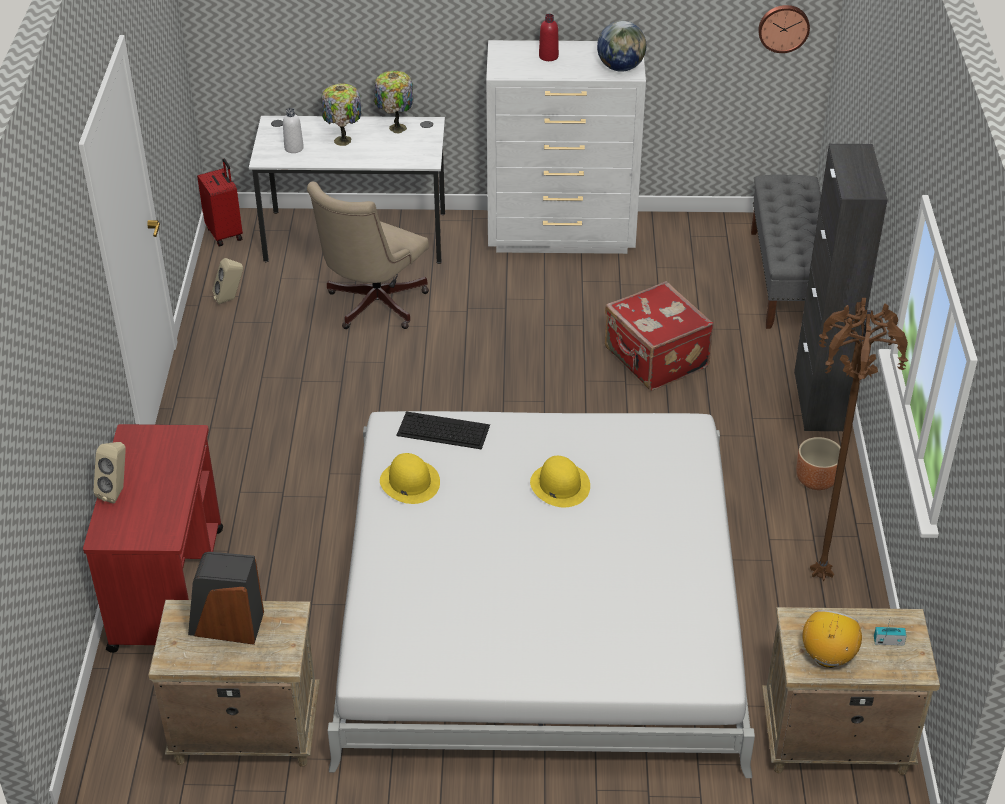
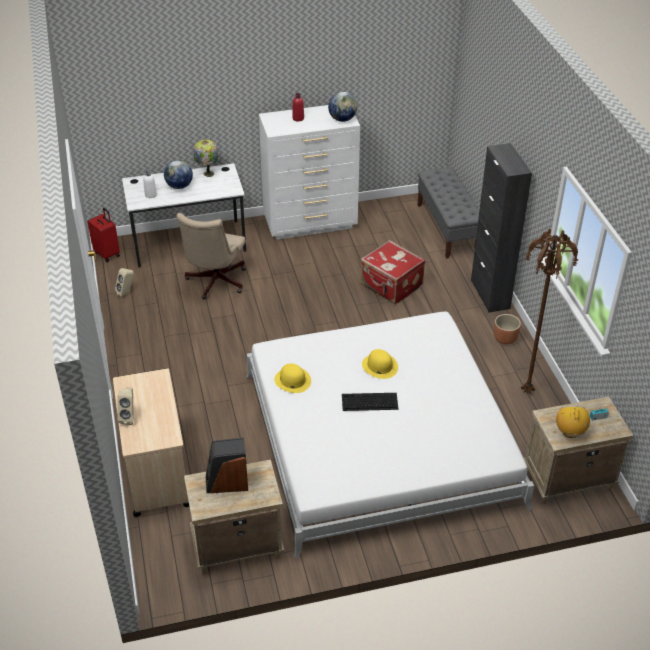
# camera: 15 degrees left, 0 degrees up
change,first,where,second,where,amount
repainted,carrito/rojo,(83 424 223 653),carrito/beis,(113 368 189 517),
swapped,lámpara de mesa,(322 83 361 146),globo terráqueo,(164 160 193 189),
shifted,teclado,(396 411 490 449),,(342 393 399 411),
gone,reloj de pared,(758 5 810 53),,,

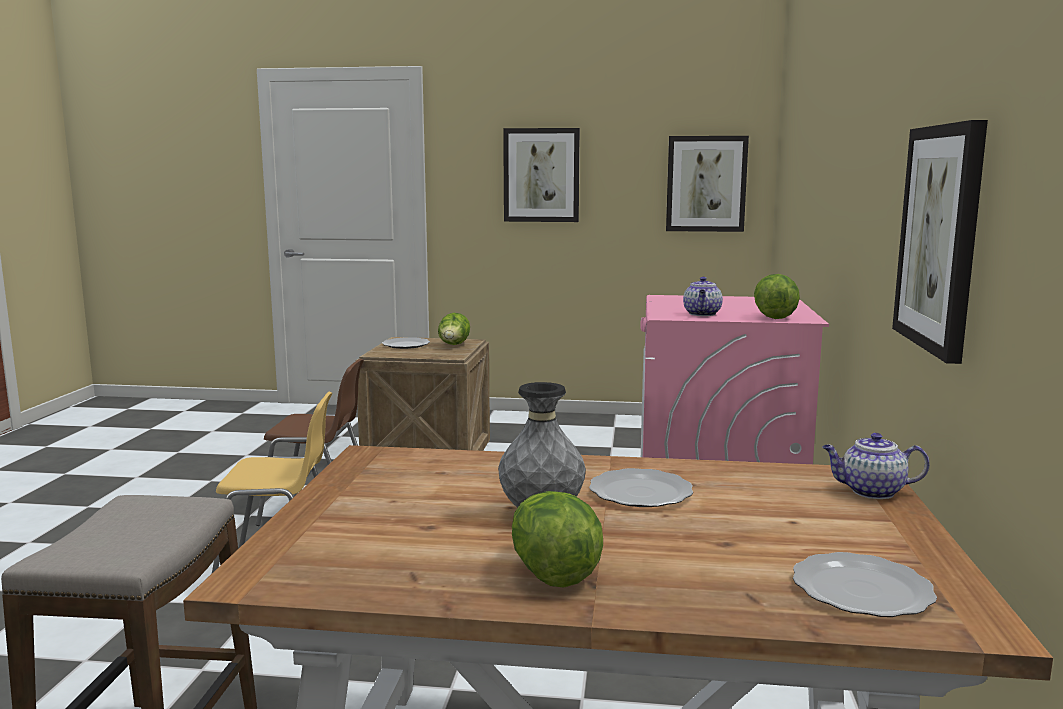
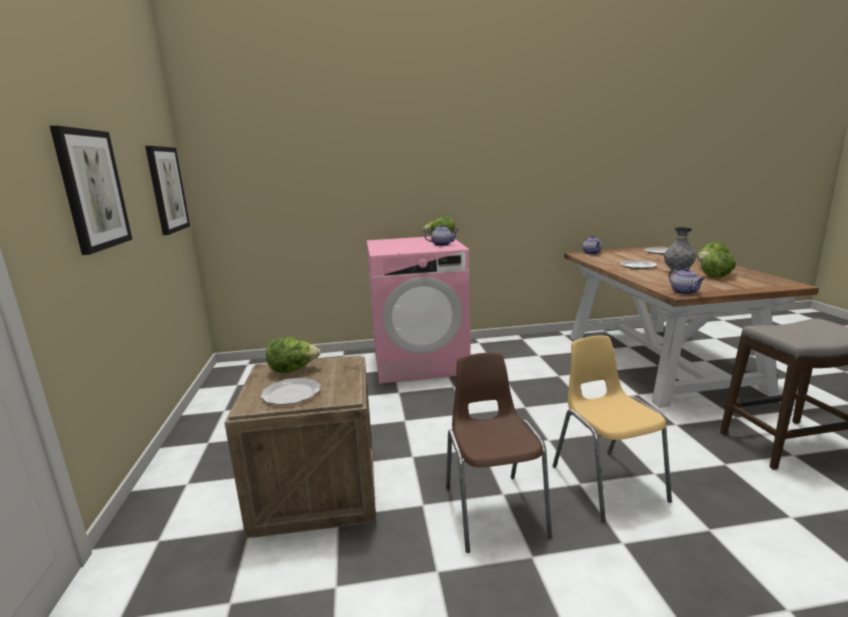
# camera: 105 degrees left, 5 degrees up
change,first,where,second,where,amount
gone,cuadro,(892 120 988 364),,,
new,,,tetera,(668 268 705 294),
new,,,lechuga,(701 251 736 278),

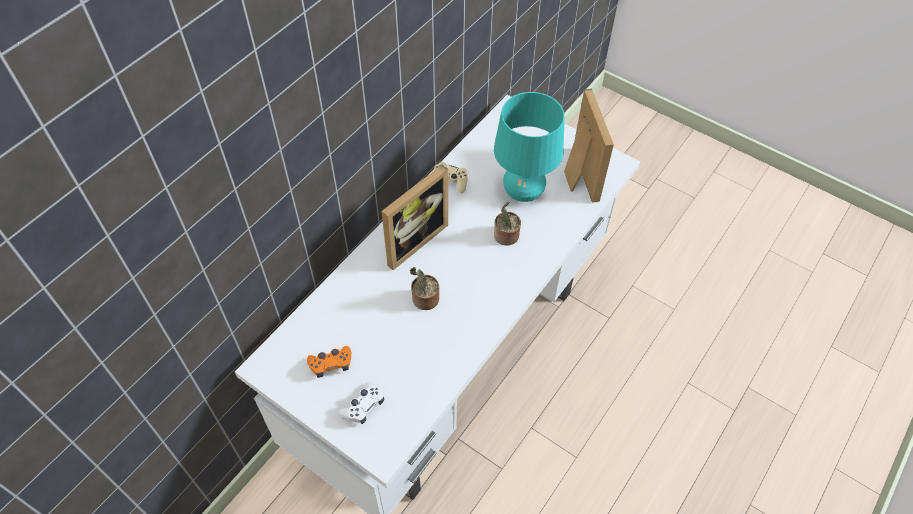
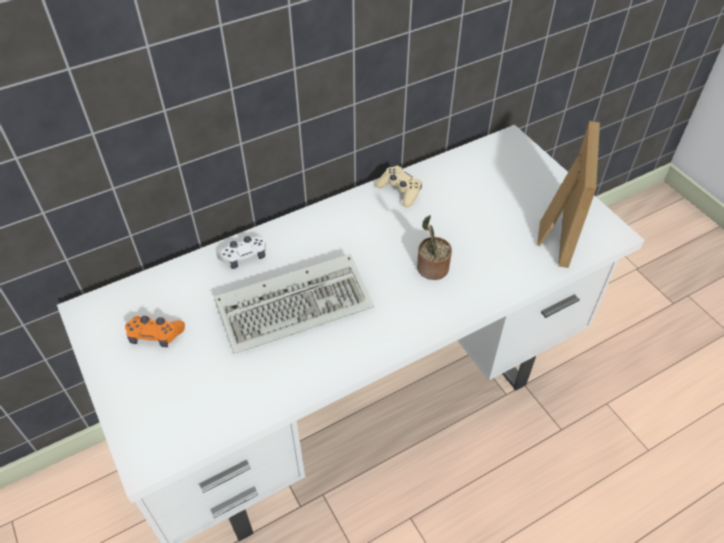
# camera: 25 degrees right, 5 degrees down
change,first,where,second,where,amount
shifted,mando de consola/blanco,(339 382 384 424),,(216 236 266 269),
gone,portarretratos,(381 165 448 270),,,
swapped,planta en maceta,(410 267 439 310),teclado,(214 254 374 354),
gone,lámpara de mesa/turquesa,(494 92 565 202),,,

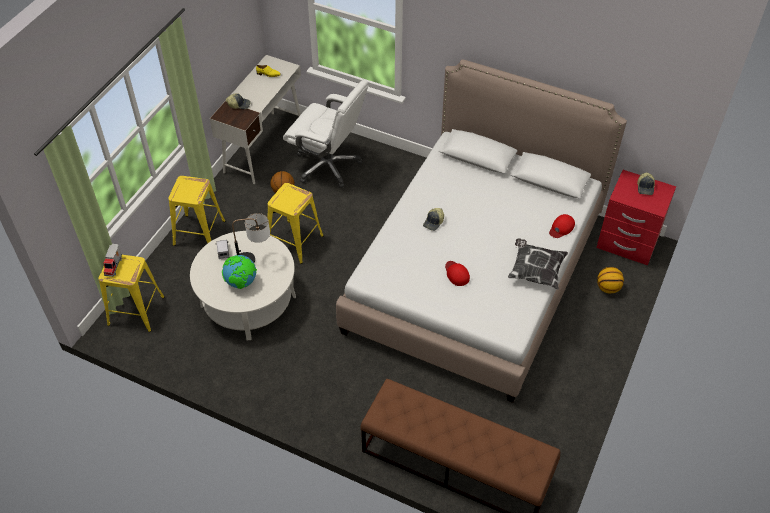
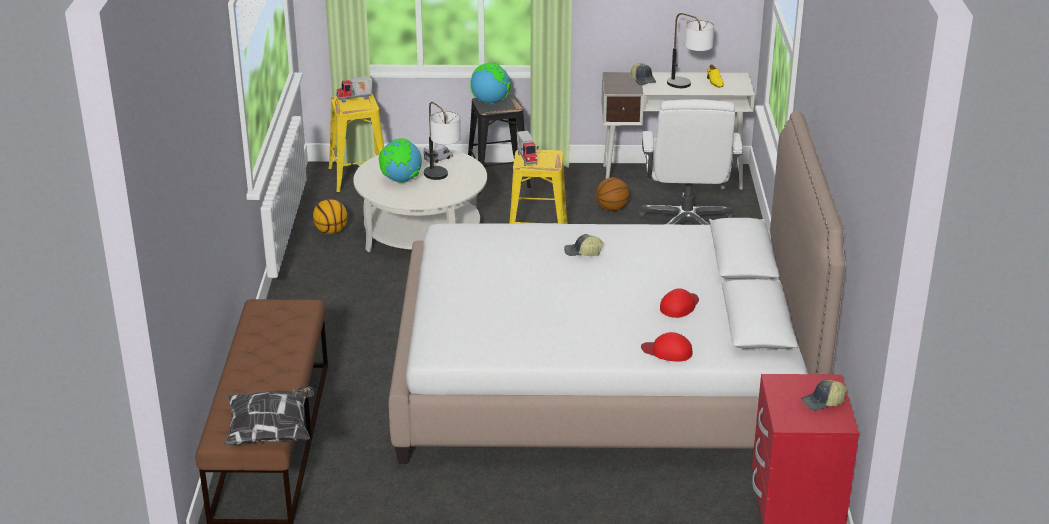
# camera: 65 degrees right, 20 degrees down
change,first,where,second,where,amount
repainted,taburete/amarillo,(168 176 225 246),taburete/negro,(468 94 531 194),
shifted,gorra/rojo,(445 261 470 286),,(660 288 699 318),
shifted,cojín,(508 238 568 290),,(224 387 314 445),
shifted,balón de baloncesto,(597 267 624 293),,(313 199 348 234),
new,,,globo terráqueo,(470 63 511 104),
new,,,camión de juguete,(517 131 539 166),
new,,,lámpara de mesa,(667 13 714 88),

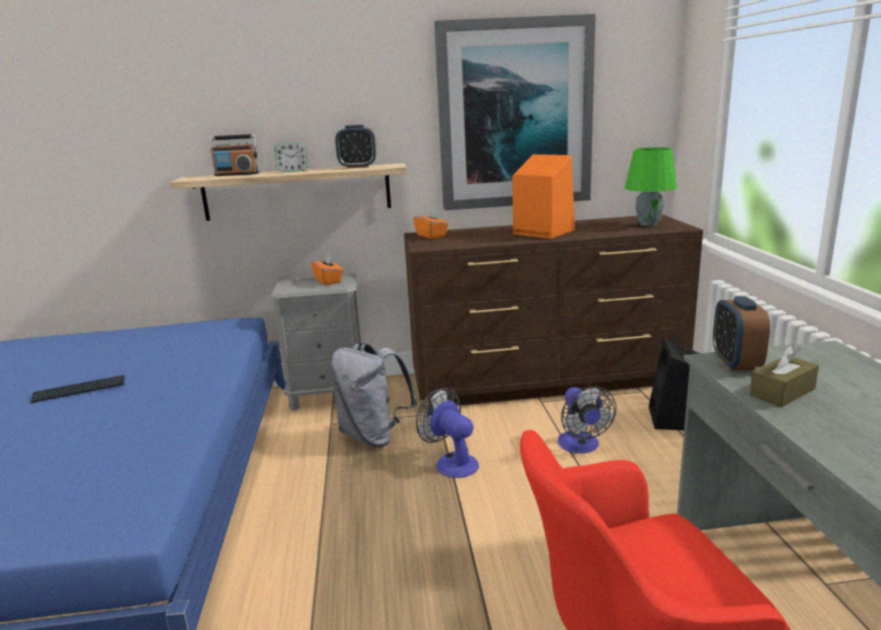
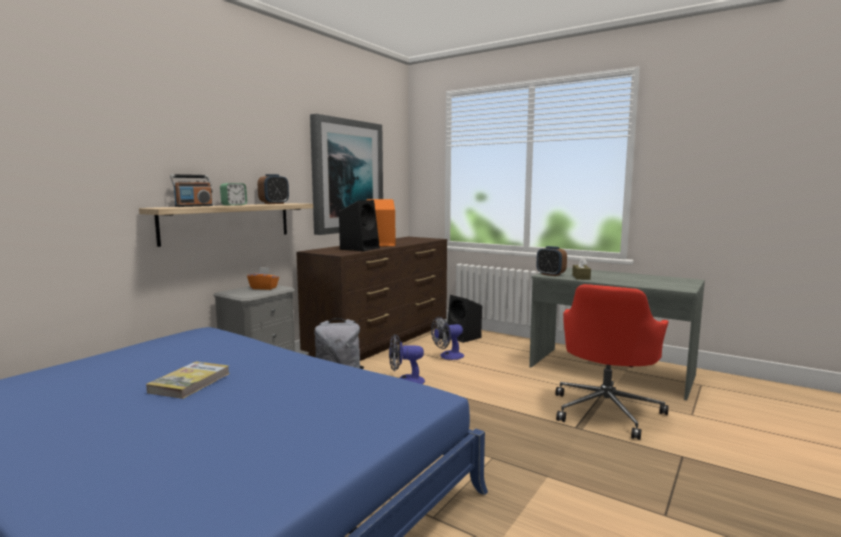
# camera: 50 degrees left, 10 degrees down
change,first,where,second,where,amount
swapped,teclado,(30 375 125 403),libro,(146 361 230 399),
gone,caja de pañuelos/naranja,(413 207 449 239),,,
rotated,ventilador,(558 386 616 453),,(431 317 464 360),120 degrees clockwise
gone,lámpara de mesa/verde,(625 147 677 226),,,
new,,,altavoz/negro,(339 200 380 251),

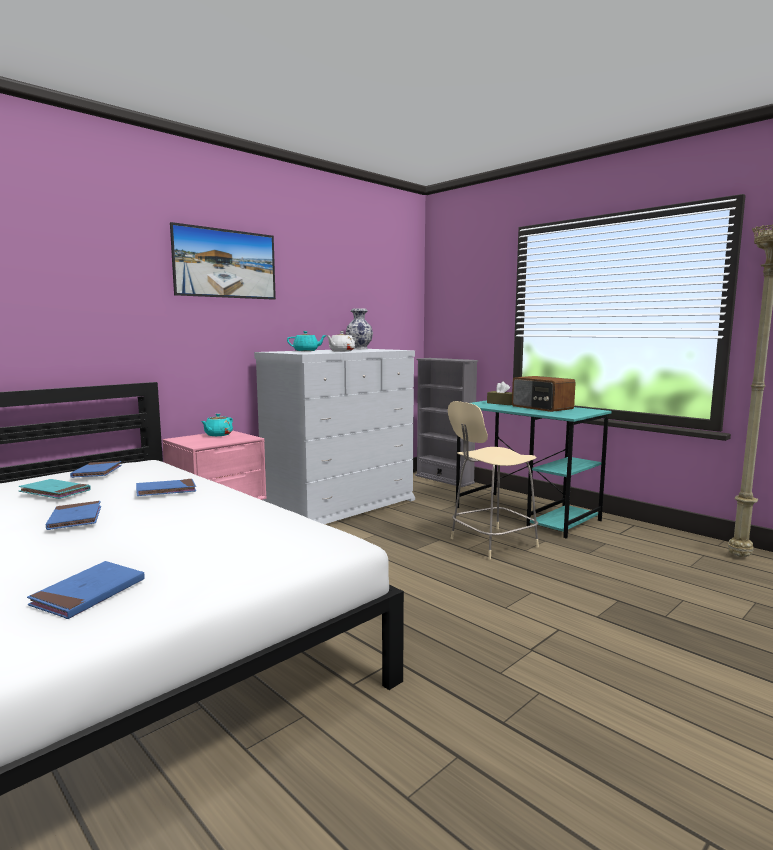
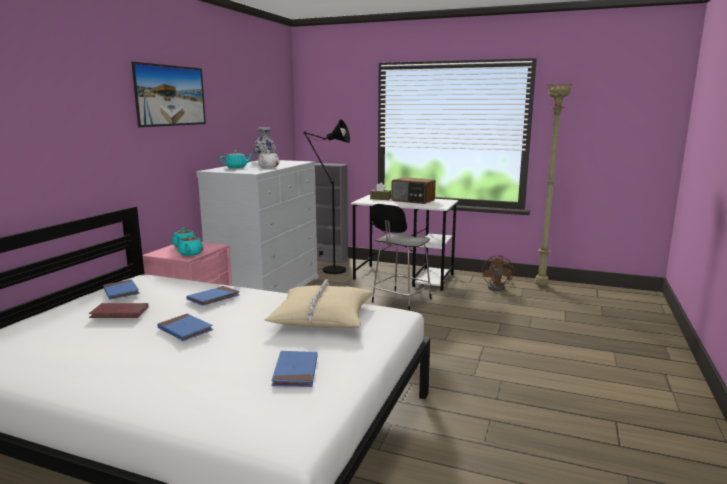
# camera: 25 degrees left, 5 degrees up
change,first,where,second,where,amount
repainted,libro/turquesa,(18 479 90 499),libro/rojo,(89 303 149 318),
repainted,silla/beis,(448 401 539 559),silla/negro,(370 204 432 311),
repainted,escritorio/turquesa,(456 400 612 539),escritorio/blanco,(351 195 458 290),
new,,,tetera/turquesa,(178 235 203 256),
new,,,cojín/beis,(265 279 372 328),
new,,,lámpara de pie/negro,(303 119 350 274),
new,,,ventilador/marrón,(482 254 514 291),

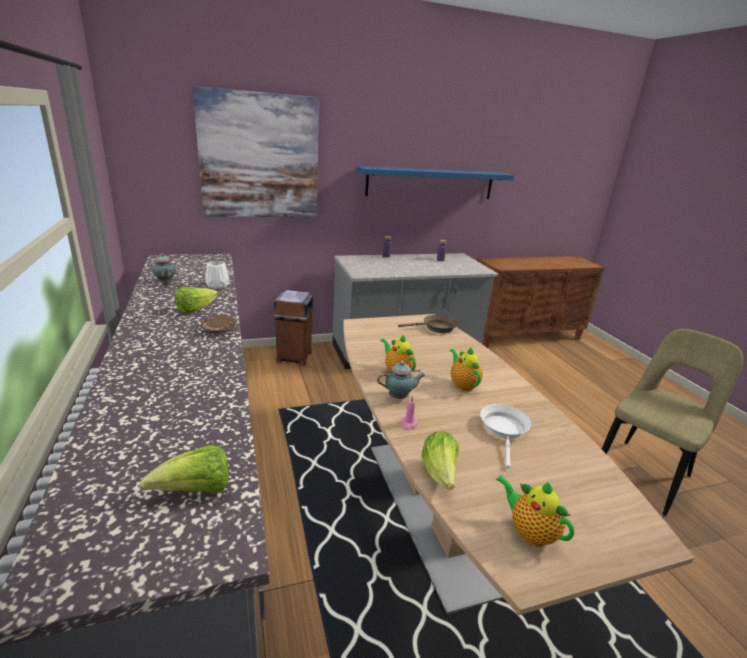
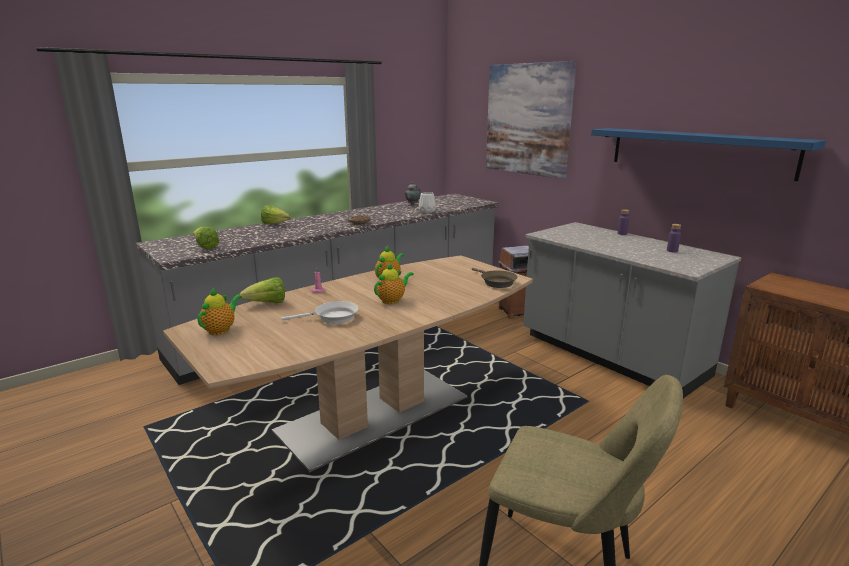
# camera: 70 degrees right, 5 degrees down
change,first,where,second,where,amount
shifted,lechuga,(175 287 218 313),,(261 205 291 224),
gone,tetera,(377 361 426 399),,,

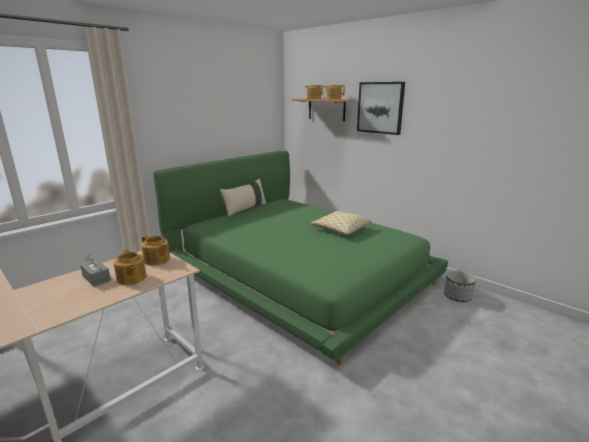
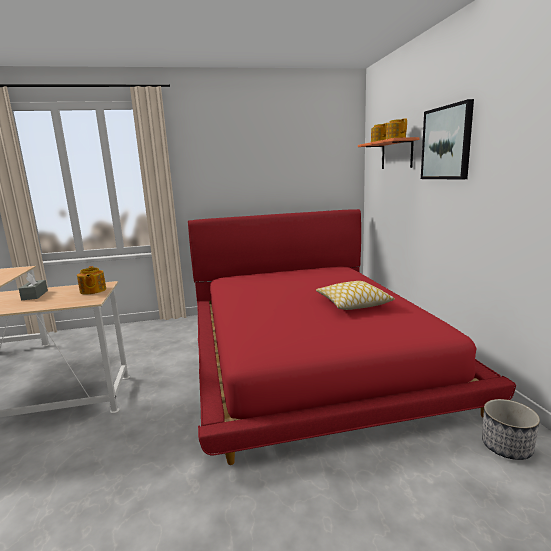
# camera: 35 degrees right, 5 degrees down
change,first,where,second,where,amount
gone,tetera,(113 249 147 285),,,
repainted,cama/verde,(153 151 448 365),cama/rojo,(188 209 516 465),
gone,cojín/beis,(219 179 267 217),,,

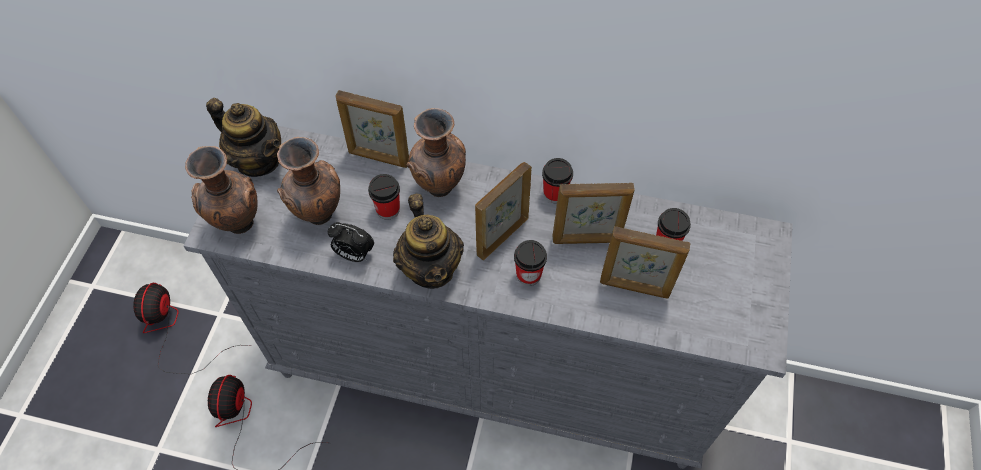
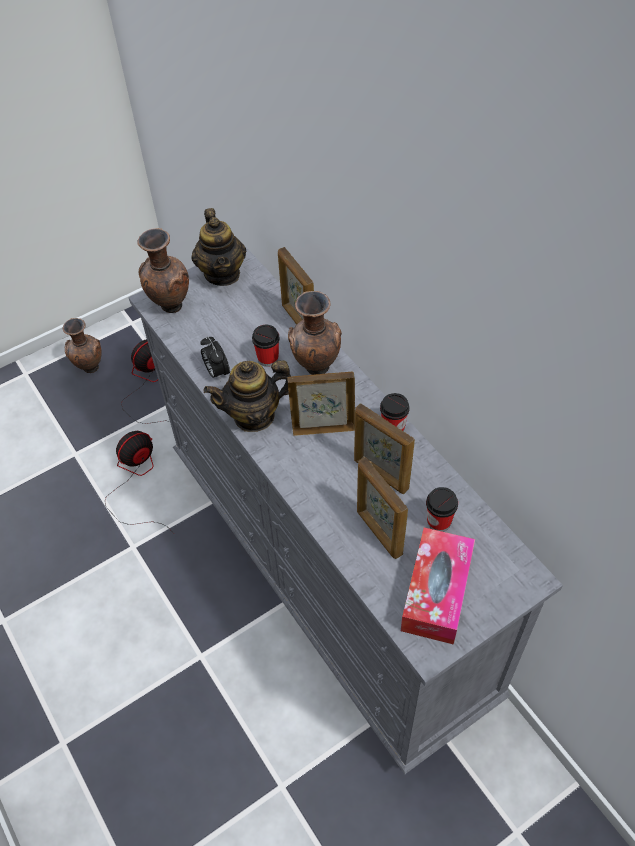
# camera: 45 degrees right, 5 degrees down
change,first,where,second,where,amount
shifted,florero/marrón,(277 137 340 225),,(63 318 102 373),
rotated,tetera,(393 194 464 289),,(203 360 291 432),45 degrees clockwise
gone,taza,(514 240 547 286),,,
new,,,caja de pañuelos,(401 528 475 645),

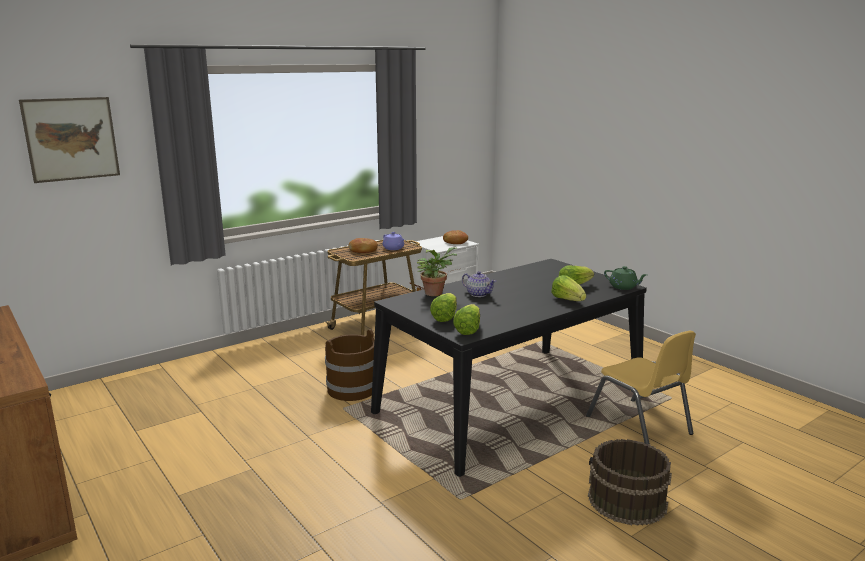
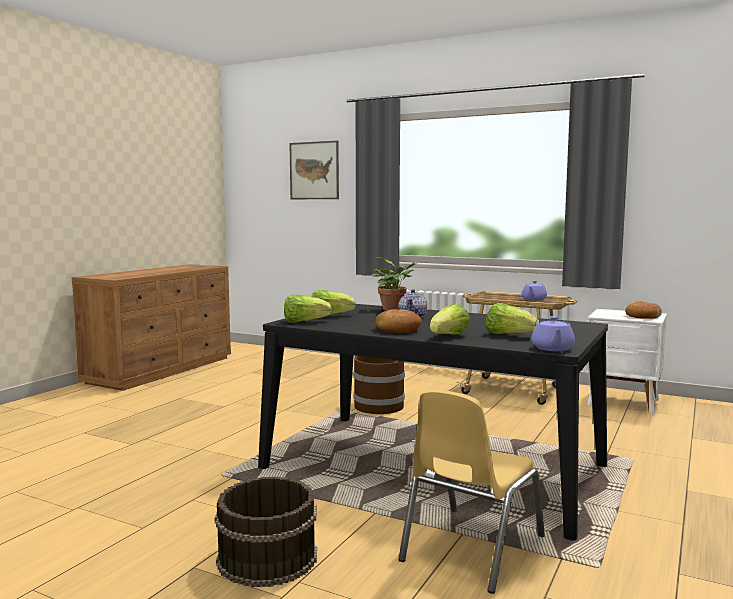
# camera: 65 degrees right, 10 degrees down
change,first,where,second,where,amount
shifted,pan,(349 238 378 253),,(375 309 422 333),
repainted,tetera/verde,(604 266 647 290),tetera/morado,(531 316 575 351),

